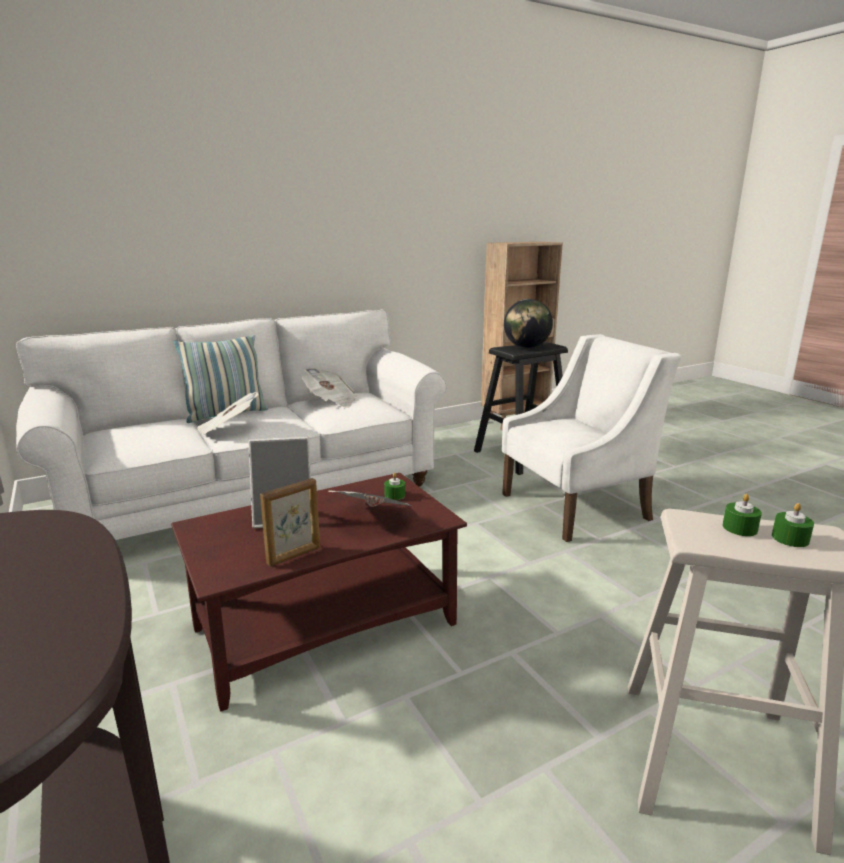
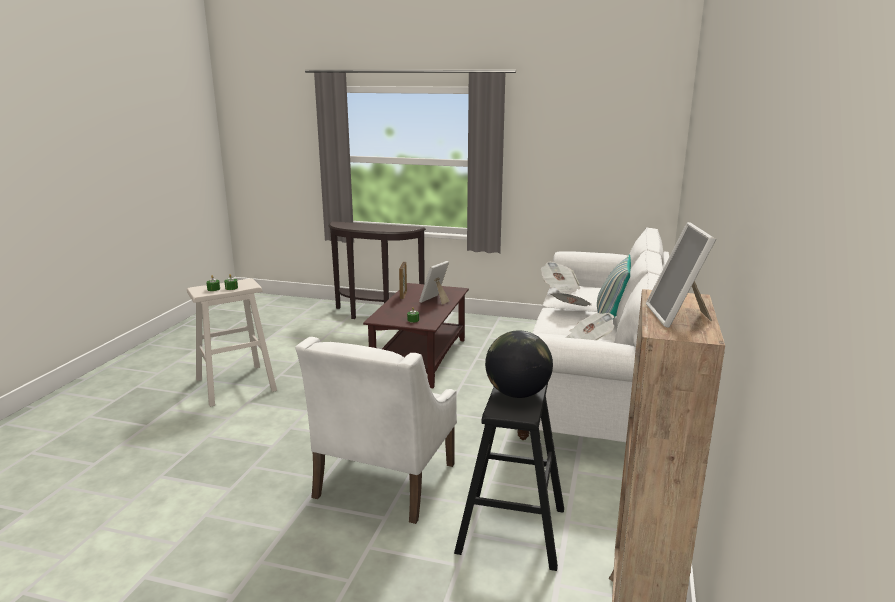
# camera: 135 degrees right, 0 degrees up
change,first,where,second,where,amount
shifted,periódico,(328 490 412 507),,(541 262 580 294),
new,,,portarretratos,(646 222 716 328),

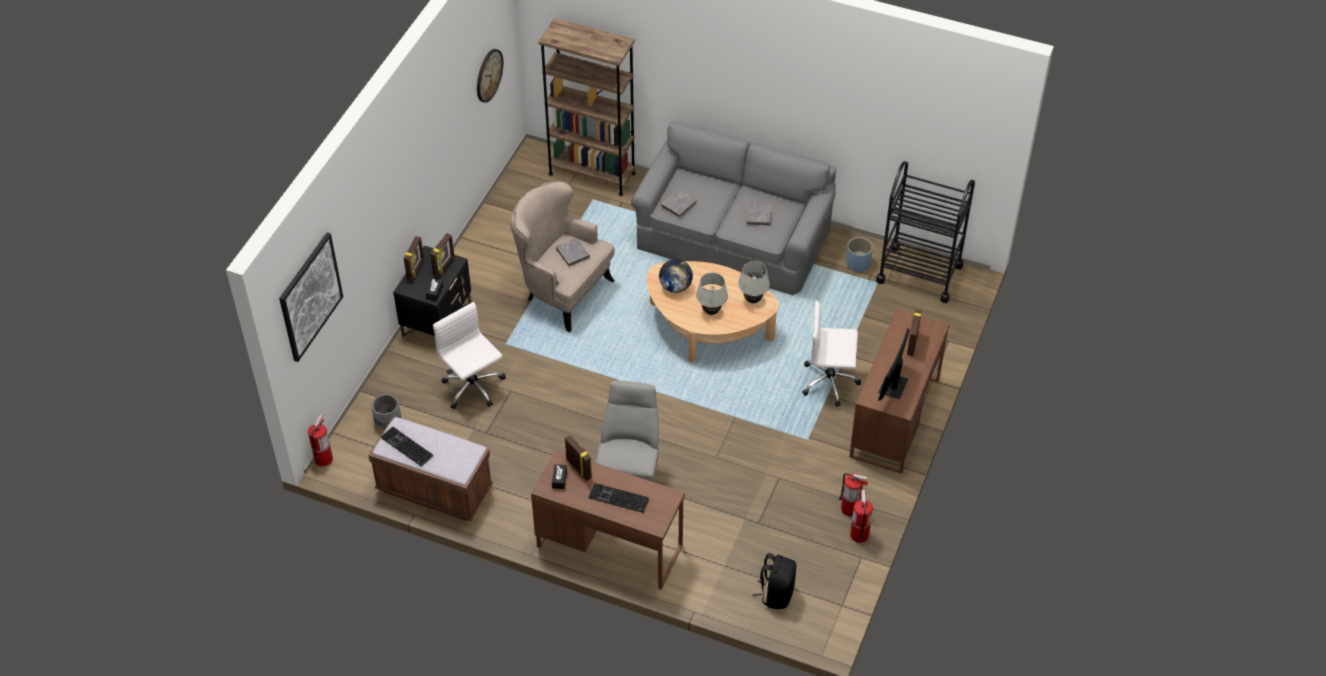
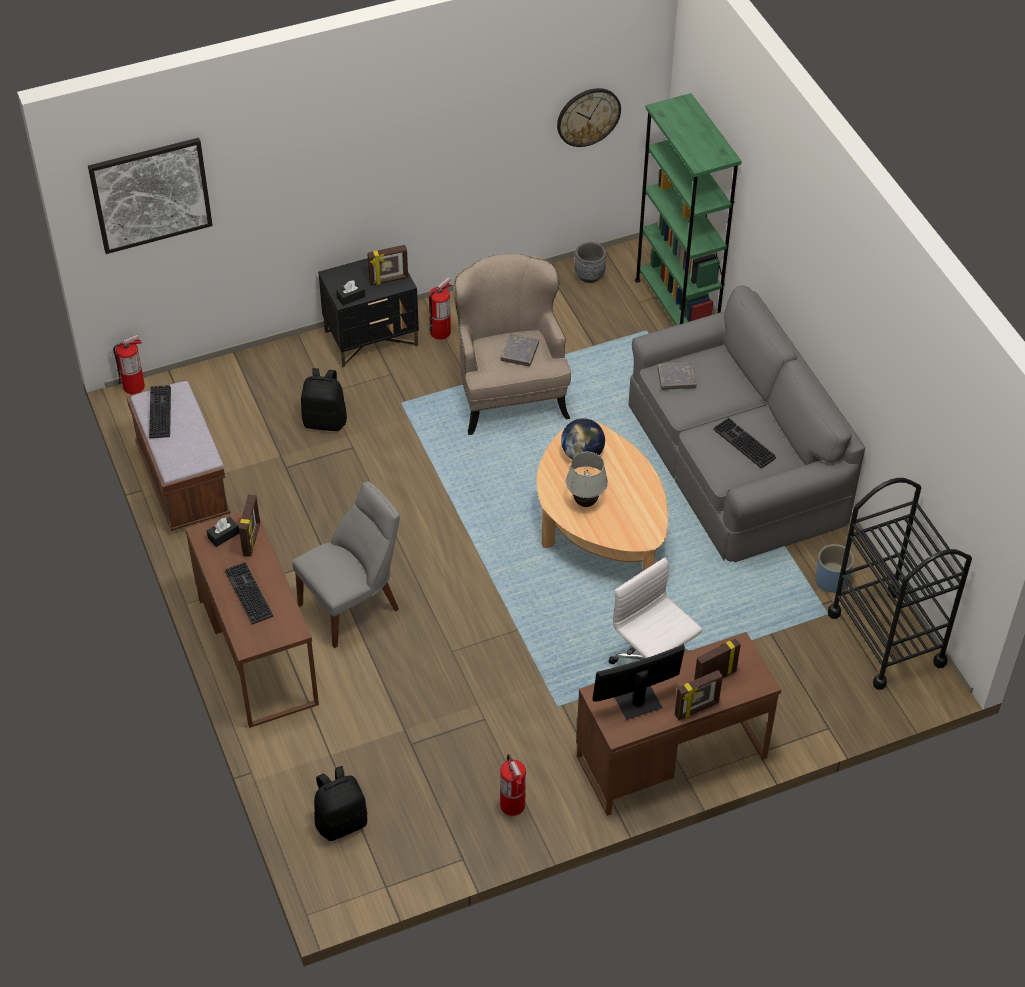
# camera: 45 degrees right, 0 degrees up
change,first,where,second,where,amount
shifted,maceta/gris,(371 394 401 429),,(575 242 606 283),
shifted,portarretratos,(404 236 424 281),,(675 670 723 720),
swapped,silla de oficina/blanco,(433 302 506 409),mochila/negro,(301 368 347 431),
repainted,estantería/marrón,(539 18 636 196),estantería/verde,(635 93 741 326),
gone,lámpara de mesa/blanco,(738 261 770 303),,,
swapped,libro/gris,(746 202 771 225),teclado,(714 418 776 469),
shifted,extintor,(850 490 873 543),,(429 277 452 340),

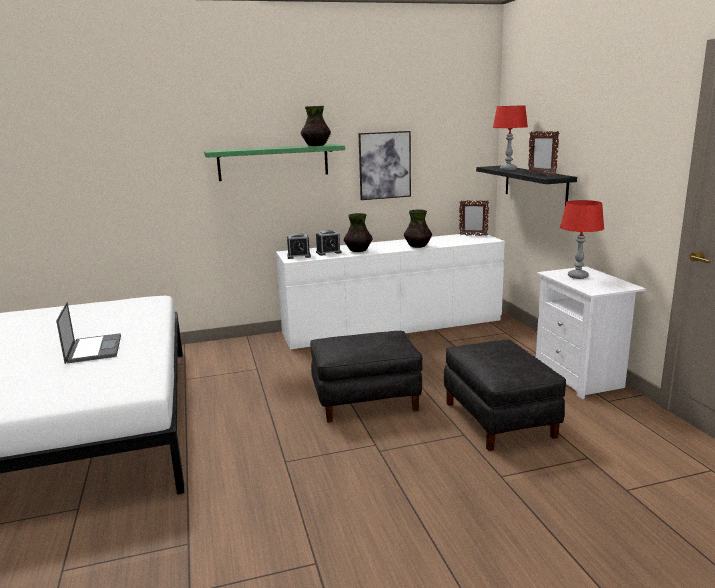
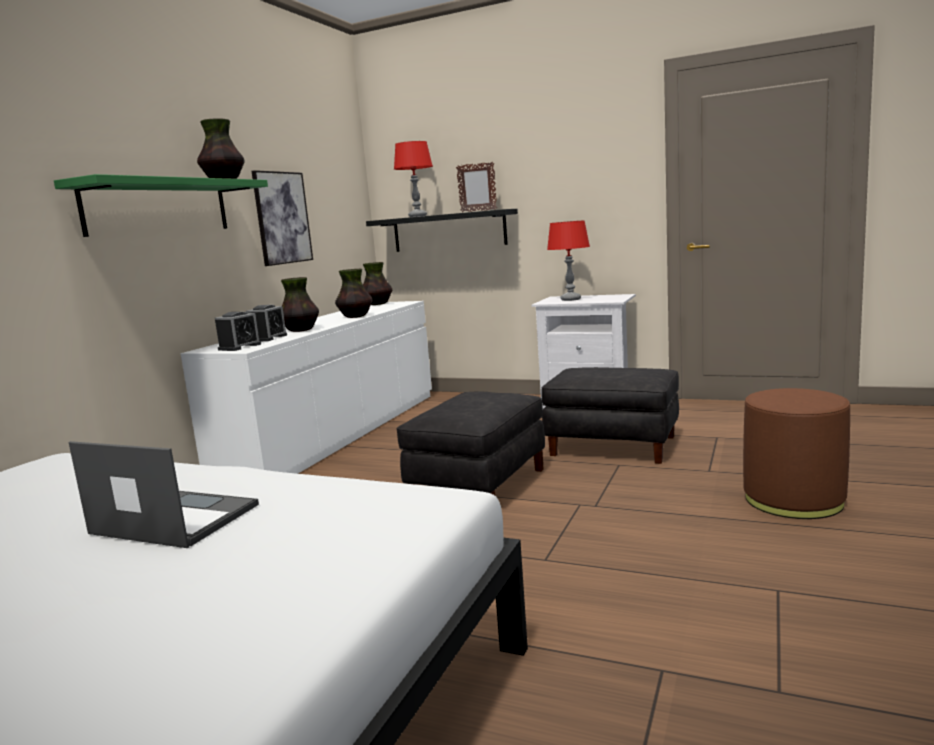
# camera: 50 degrees left, 5 degrees down
change,first,where,second,where,amount
swapped,portarretratos,(459 200 489 236),florero,(363 262 392 305),
new,,,puf/marrón,(743 388 850 519),

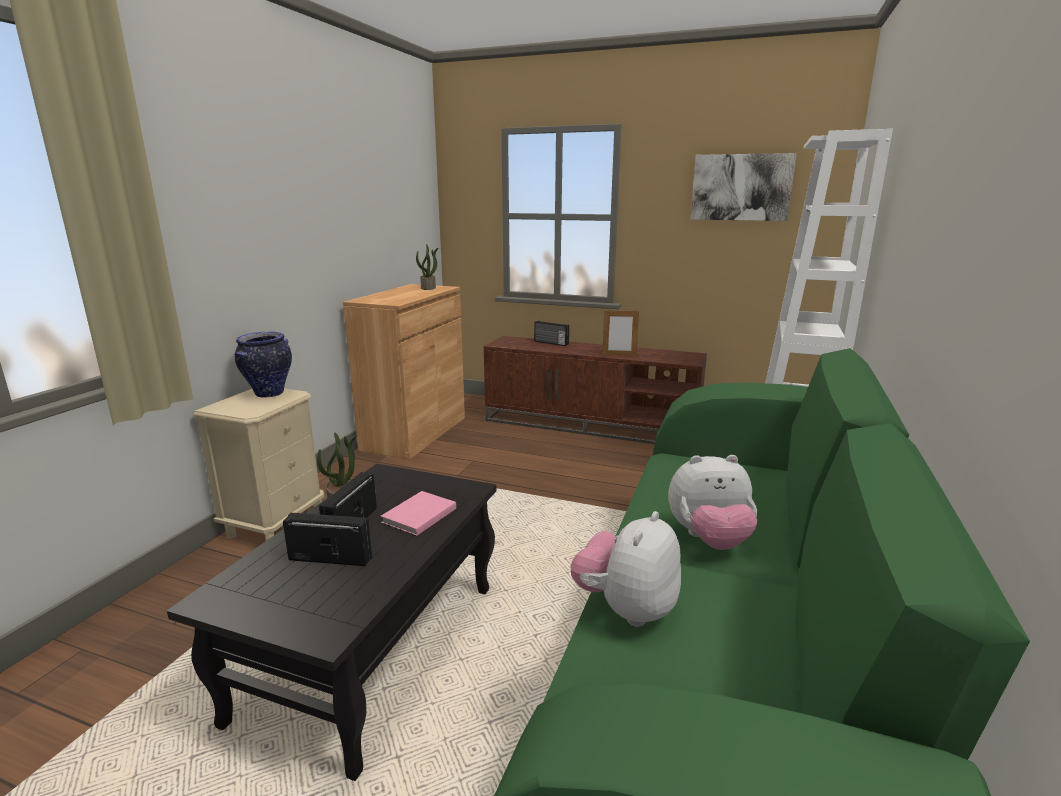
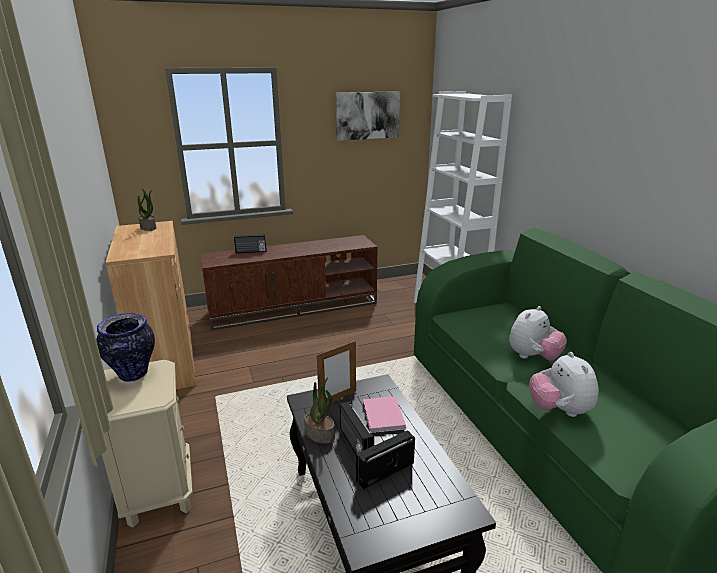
# camera: 40 degrees left, 5 degrees up
change,first,where,second,where,amount
shifted,portarretratos,(602 309 639 356),,(317 341 356 407),

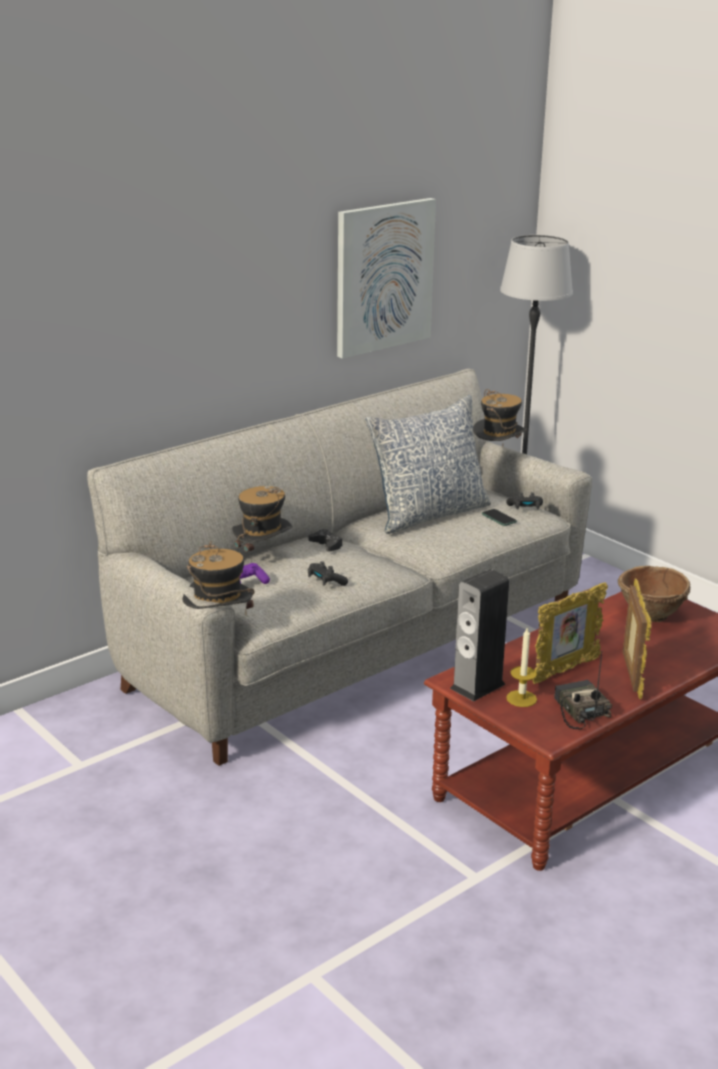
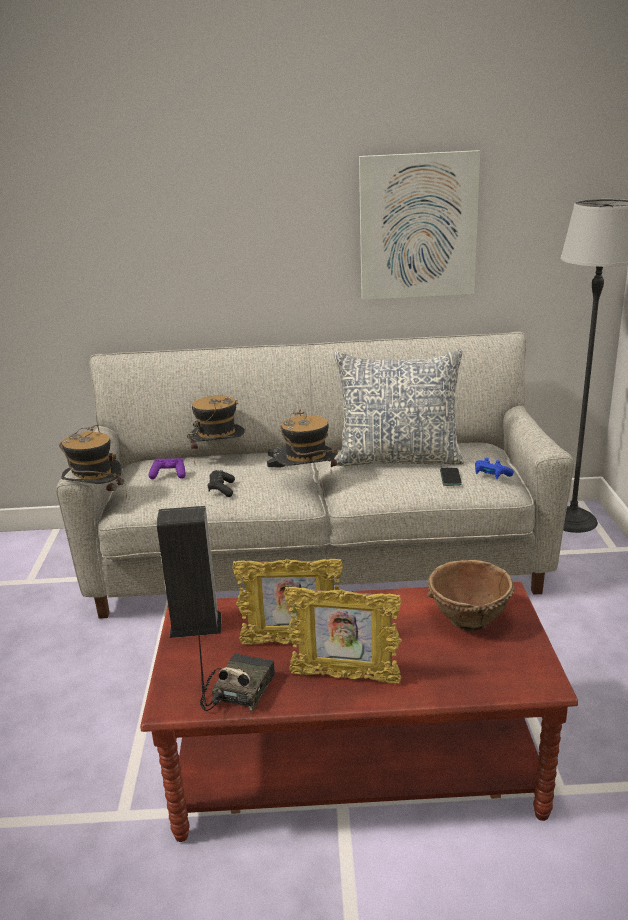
# camera: 40 degrees right, 0 degrees up
change,first,where,second,where,amount
shifted,sombrero,(473 389 527 441),,(276 408 338 472),
repainted,mando de consola/negro,(506 492 543 510),mando de consola/azul,(475 458 514 479),
gone,vela,(506 626 537 707),,,
rotated,portarretratos,(623 579 651 699),,(284 587 402 683),60 degrees clockwise

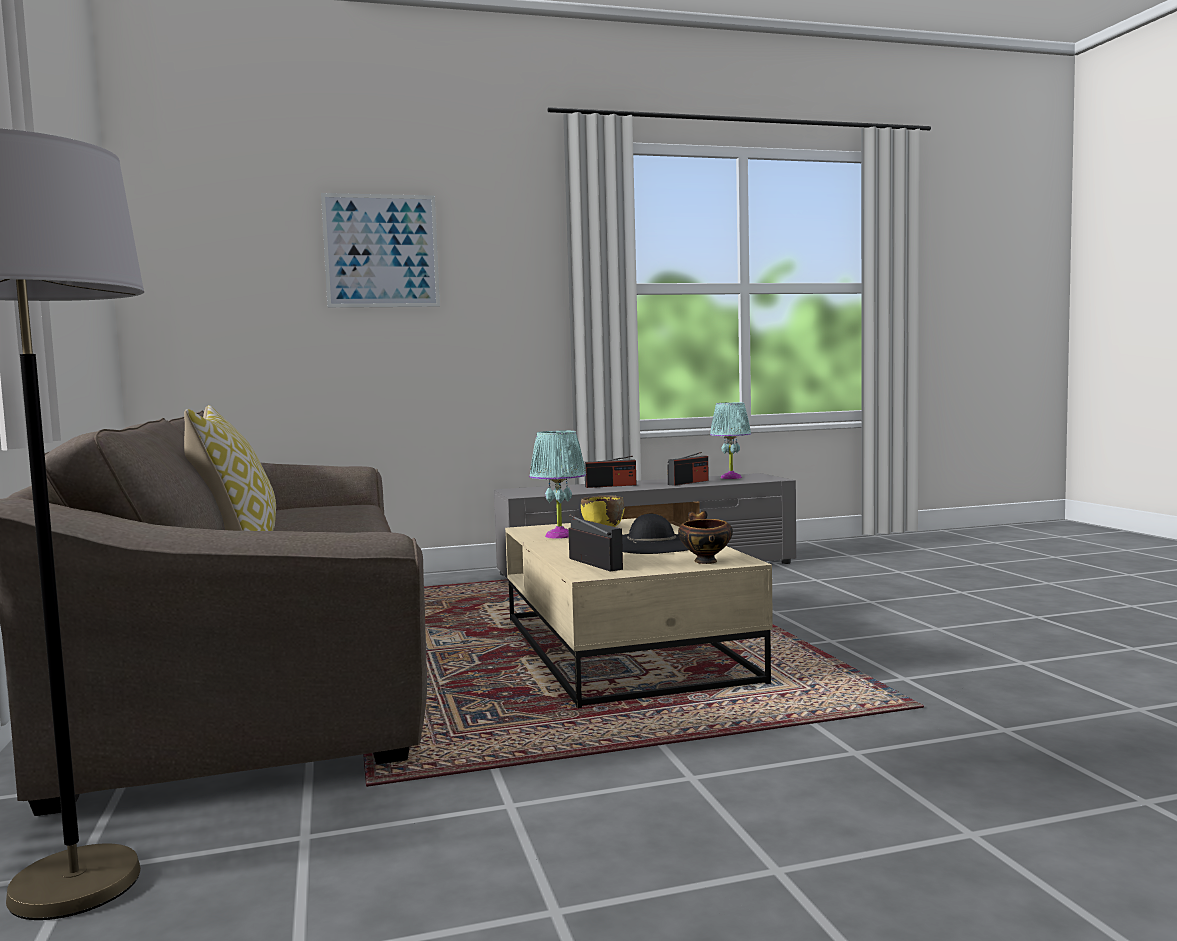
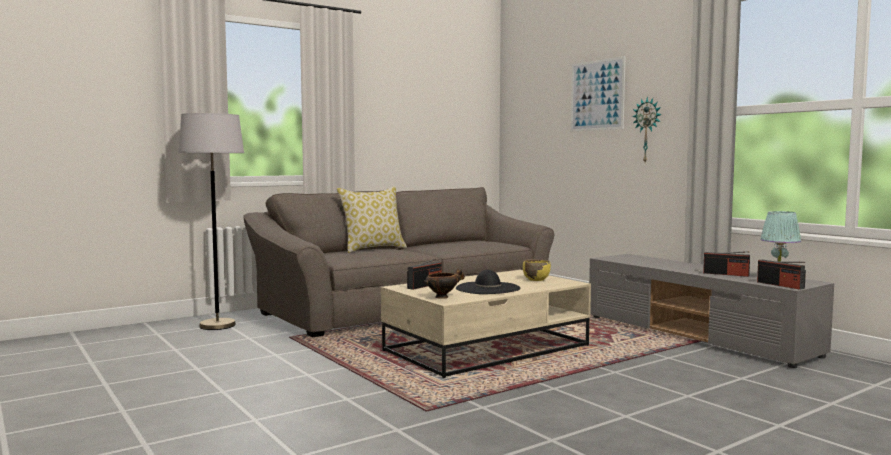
# camera: 70 degrees right, 0 degrees up
change,first,where,second,where,amount
gone,lámpara de mesa/turquesa,(529 431 586 539),,,
shifted,radio,(585 456 636 488),,(757 260 806 290),
new,,,reloj de pared,(632 97 662 162),

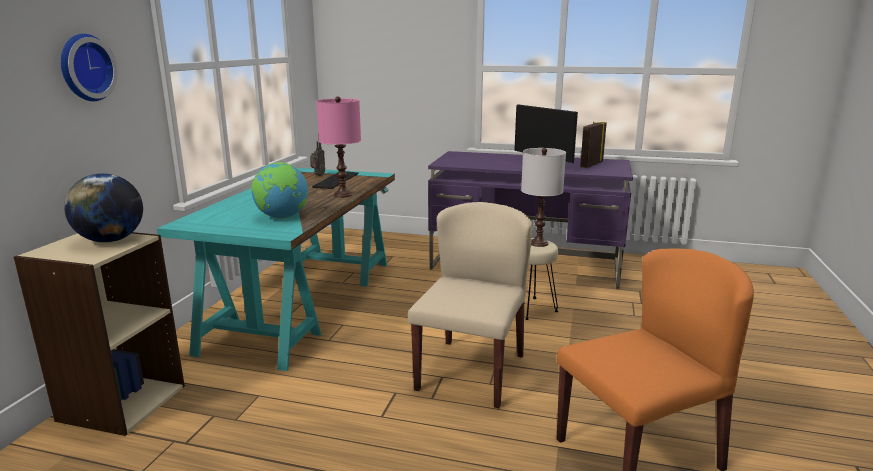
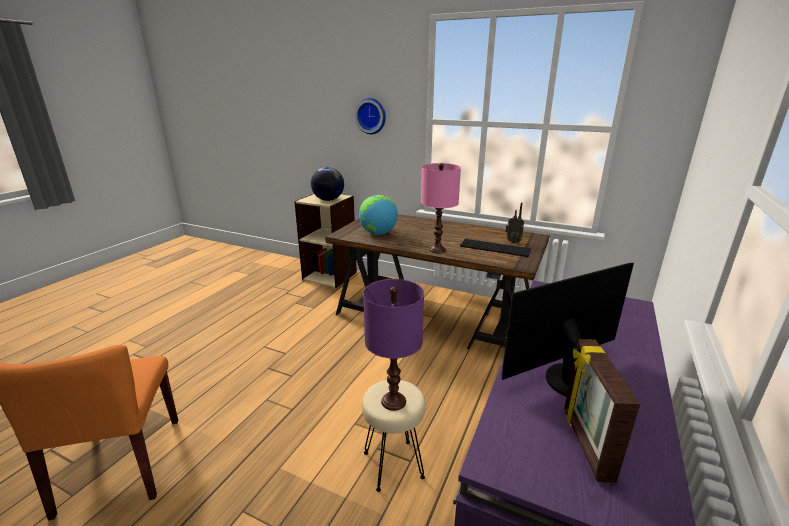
# camera: 100 degrees right, 5 degrees up
change,first,where,second,where,amount
repainted,escritorio/turquesa,(157 168 395 371),escritorio/marrón,(325 214 550 349),
gone,silla/beis,(408 202 532 408),,,
repainted,lámpara de mesa/blanco,(521 148 566 247),lámpara de mesa/morado,(363 279 424 411),
rotated,portarretratos,(580 122 607 168),,(564 339 640 483),135 degrees counterclockwise

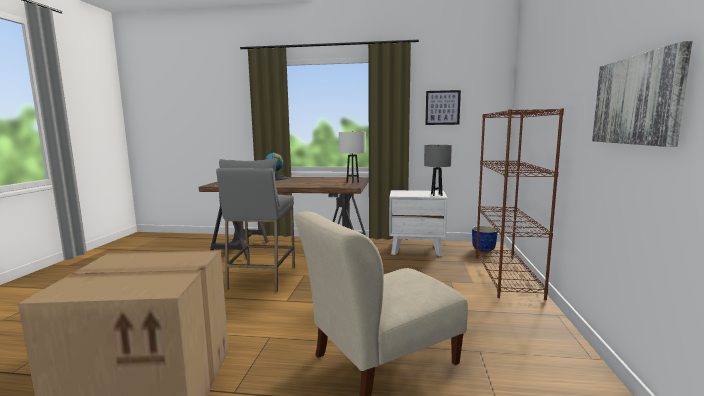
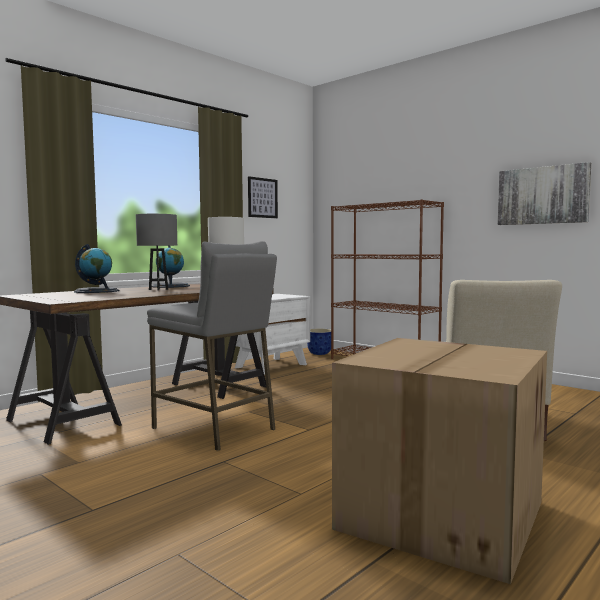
# camera: 55 degrees left, 5 degrees down
change,first,where,second,where,amount
shifted,lámpara de mesa/gris,(424 145 452 196),,(136 214 177 291),
new,,,globo terráqueo,(152 246 190 288),

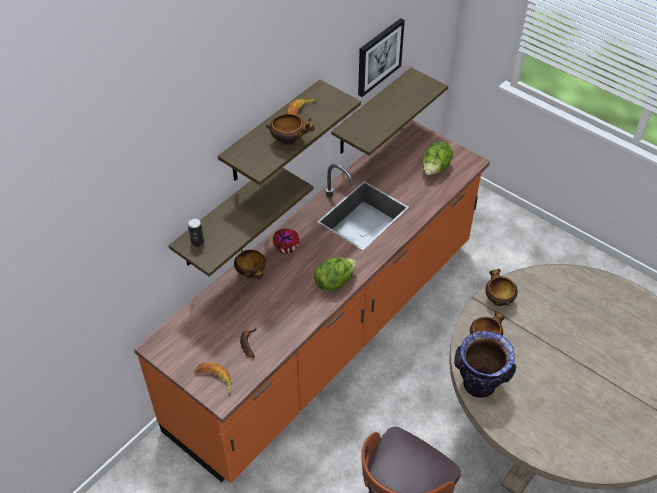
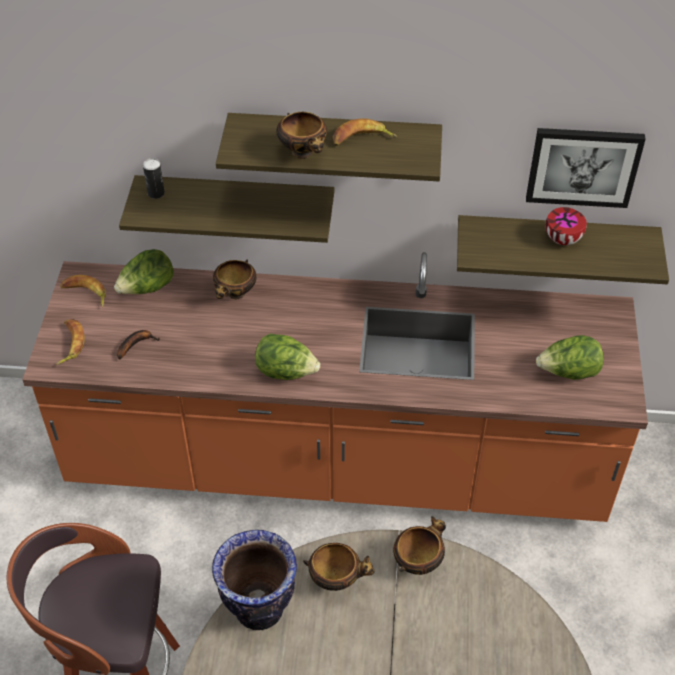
# camera: 55 degrees right, 0 degrees up
change,first,where,second,where,amount
shifted,cuenco,(273 228 299 254),,(545 207 587 245),
new,,,plátano,(60 275 106 307),
new,,,lechuga,(114 249 174 294),

